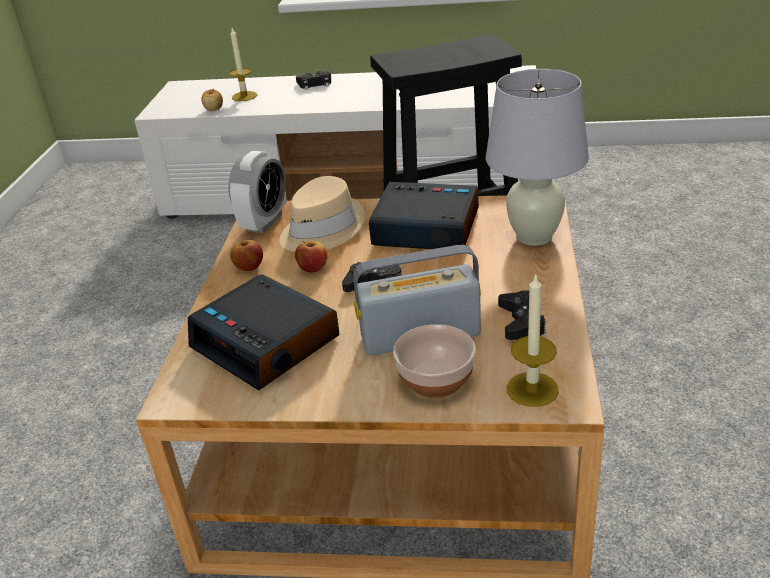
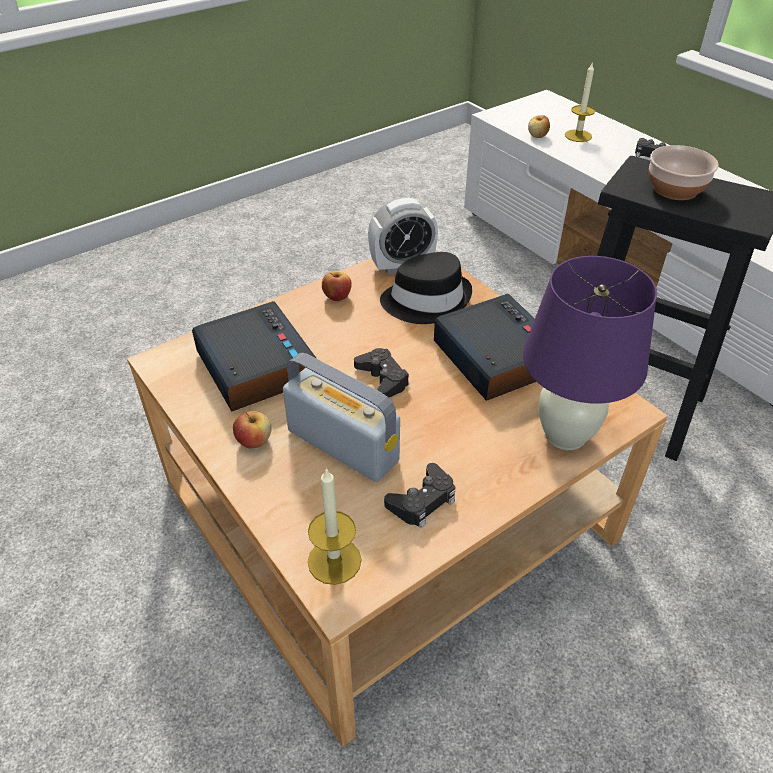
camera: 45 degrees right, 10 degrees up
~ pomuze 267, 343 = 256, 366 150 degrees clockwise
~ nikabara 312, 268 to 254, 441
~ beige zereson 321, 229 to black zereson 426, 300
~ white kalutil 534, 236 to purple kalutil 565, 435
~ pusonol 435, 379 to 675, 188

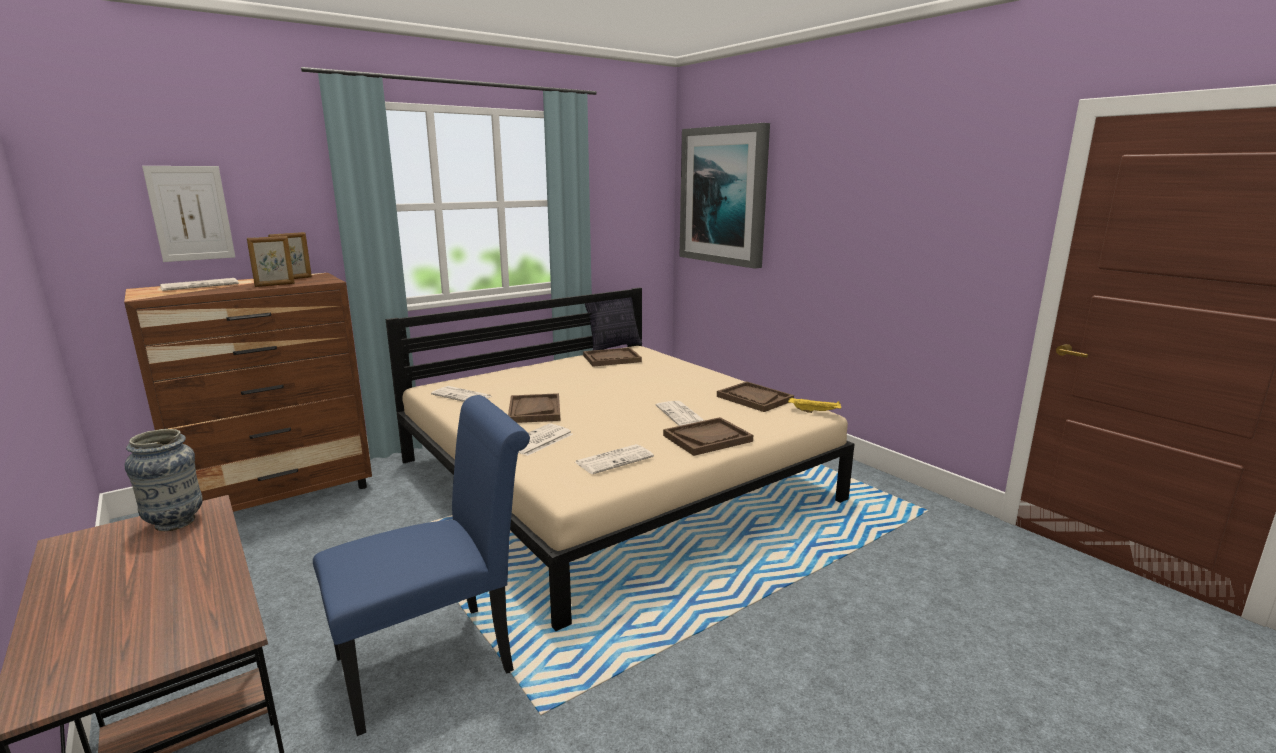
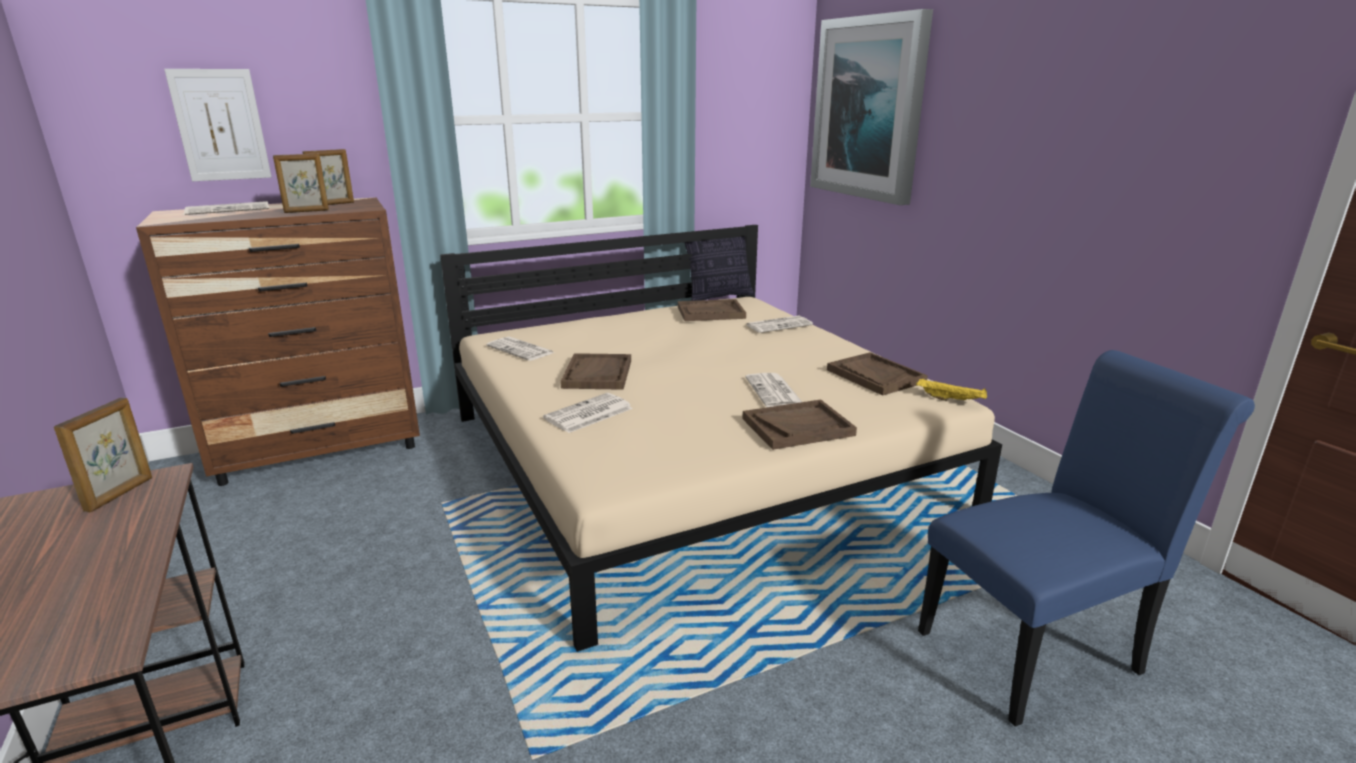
camera: 10 degrees right, 5 degrees up
~ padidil 175, 523 to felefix 120, 494
~ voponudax 614, 459 to 779, 325
~ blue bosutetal 438, 659 to 1039, 648

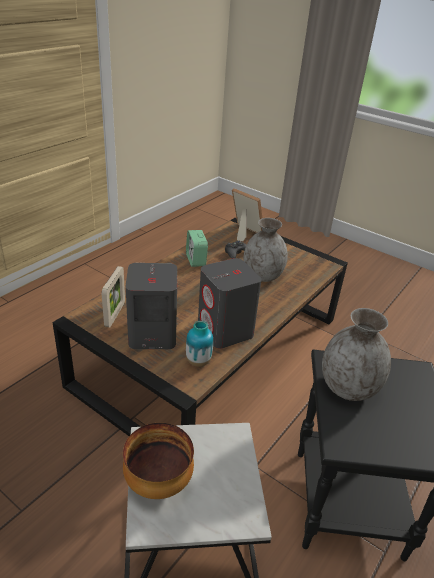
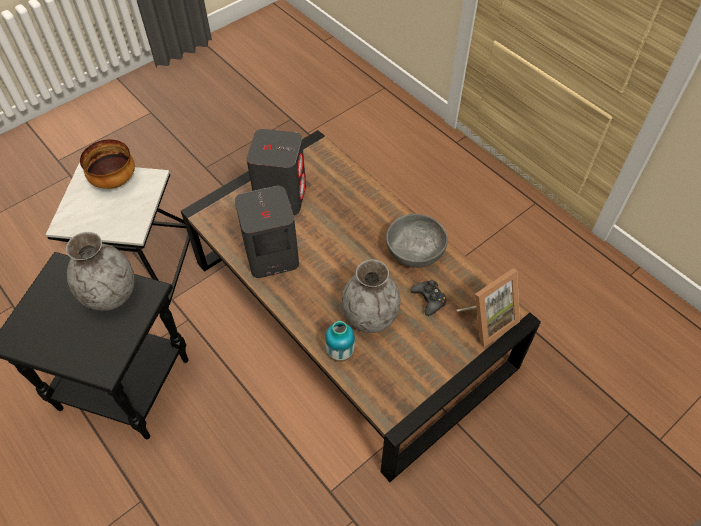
camera: 105 degrees right, 20 degrees up
~ padidil 198, 362 to 340, 353
~ pomuze 196, 260 to grey pusonol 414, 251
- felefix 115, 314

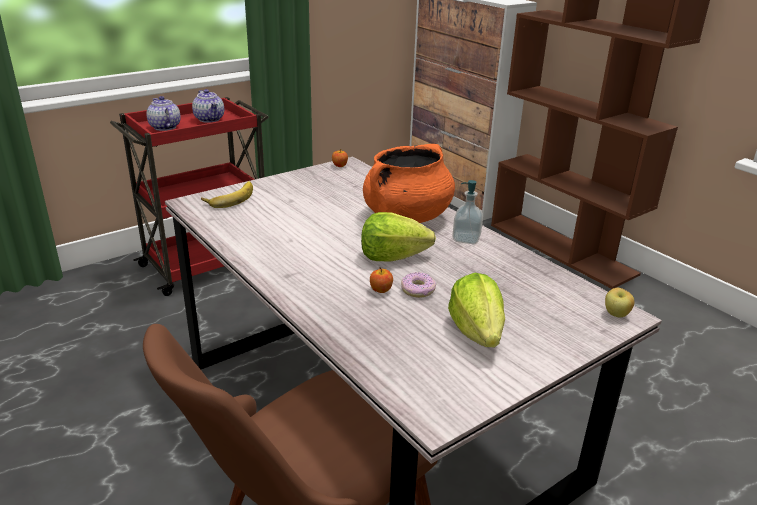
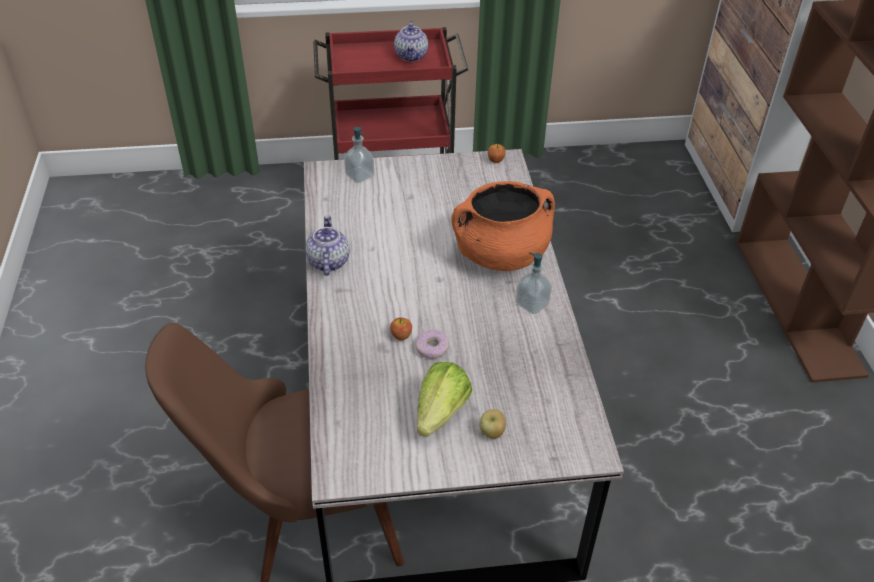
camera: 30 degrees right, 15 degrees up
~ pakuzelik 164, 127 to 328, 261
~ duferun 229, 197 to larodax 359, 175
~ nikabara 616, 314 to 492, 433
- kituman 392, 256

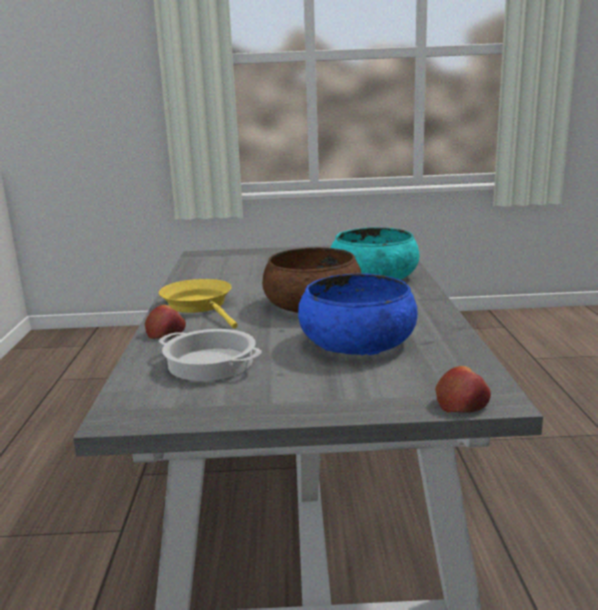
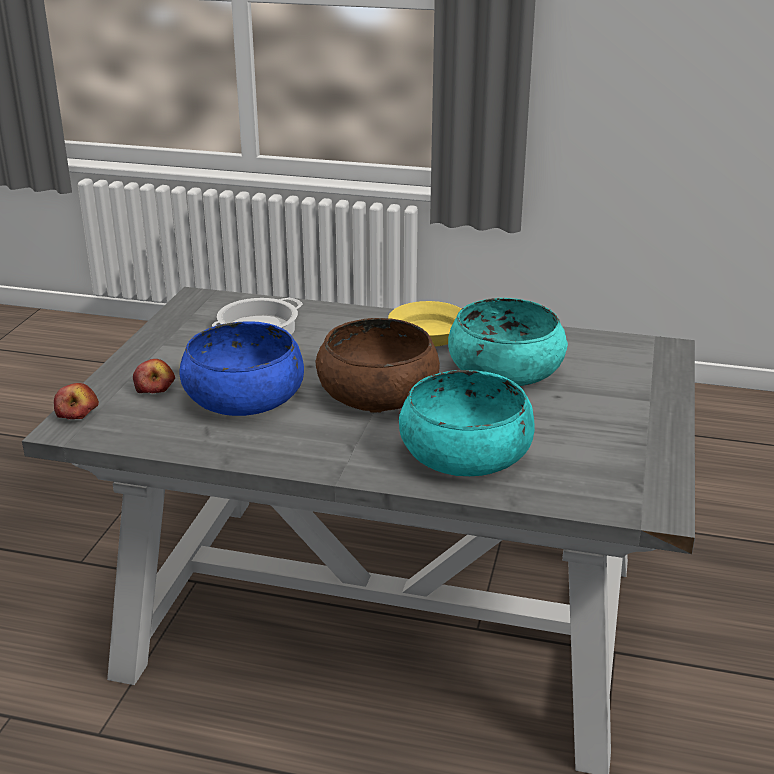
camera: 105 degrees right, 10 degrees up
~ nikabara 166, 332 to 155, 388
+ turquoise pusonol 505, 369

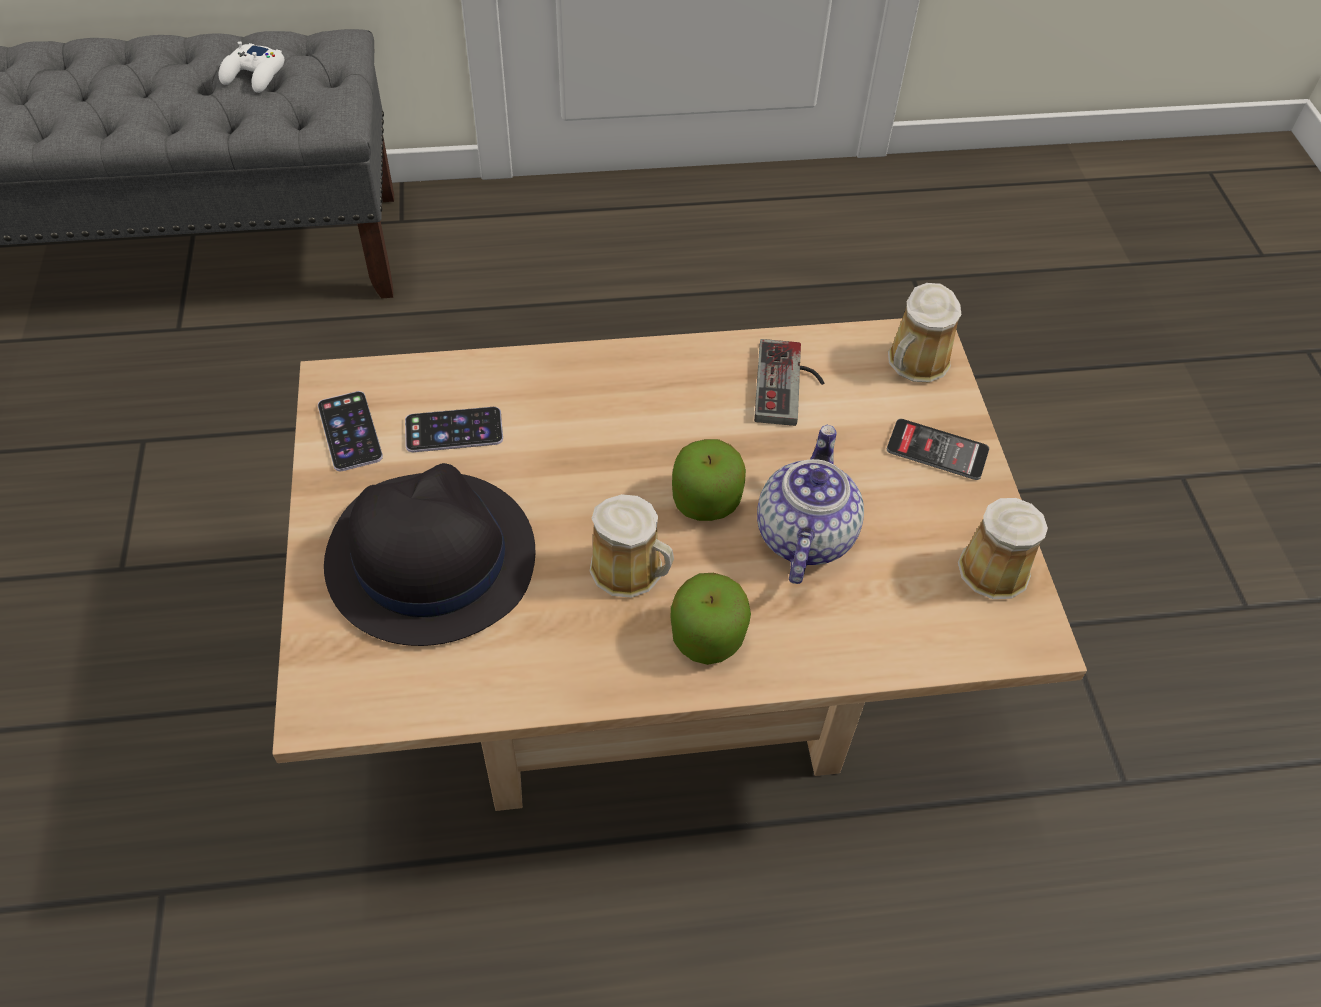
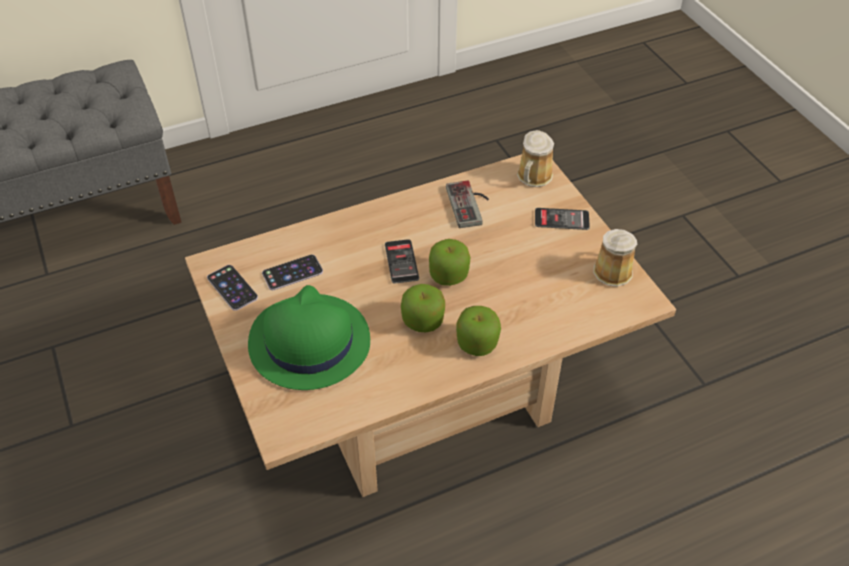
camera: 15 degrees left, 5 degrees down
~ black zereson 429, 558 to green zereson 308, 342
+ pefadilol 401, 262
~ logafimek 631, 571 to nikabara 423, 320
- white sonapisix 254, 75
- pakuzelik 803, 534

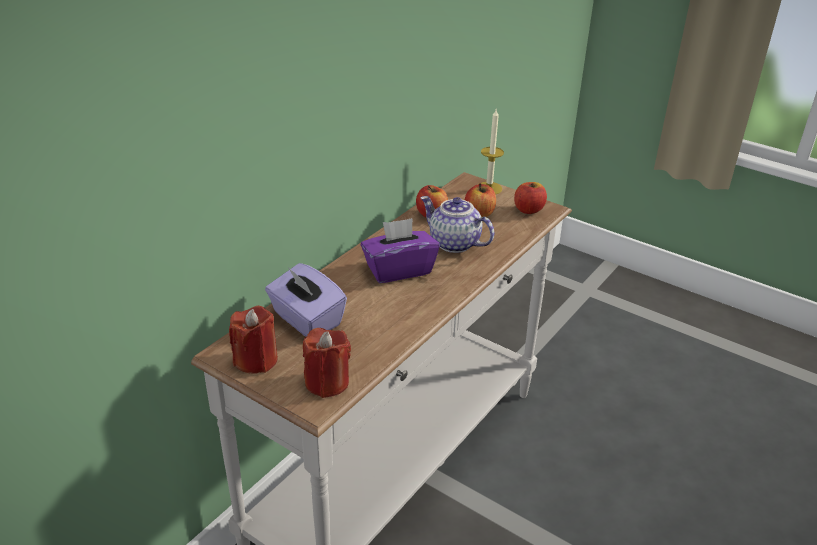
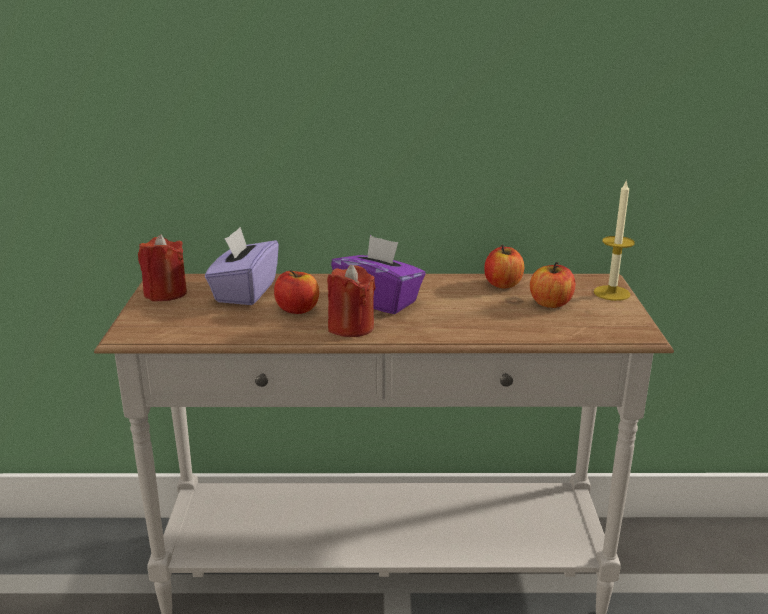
camera: 55 degrees right, 10 degrees down
~ nikabara 528, 210 to 297, 309
~ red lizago 327, 382 to 351, 327
- pakuzelik 453, 244

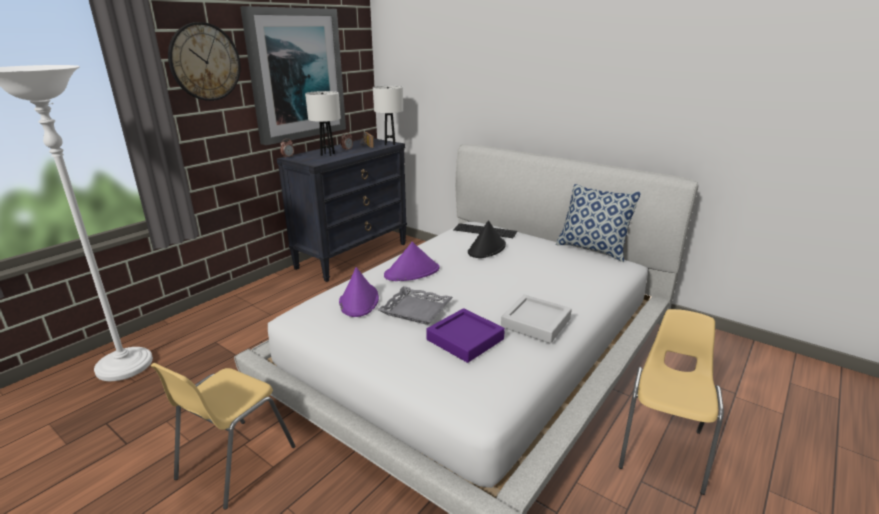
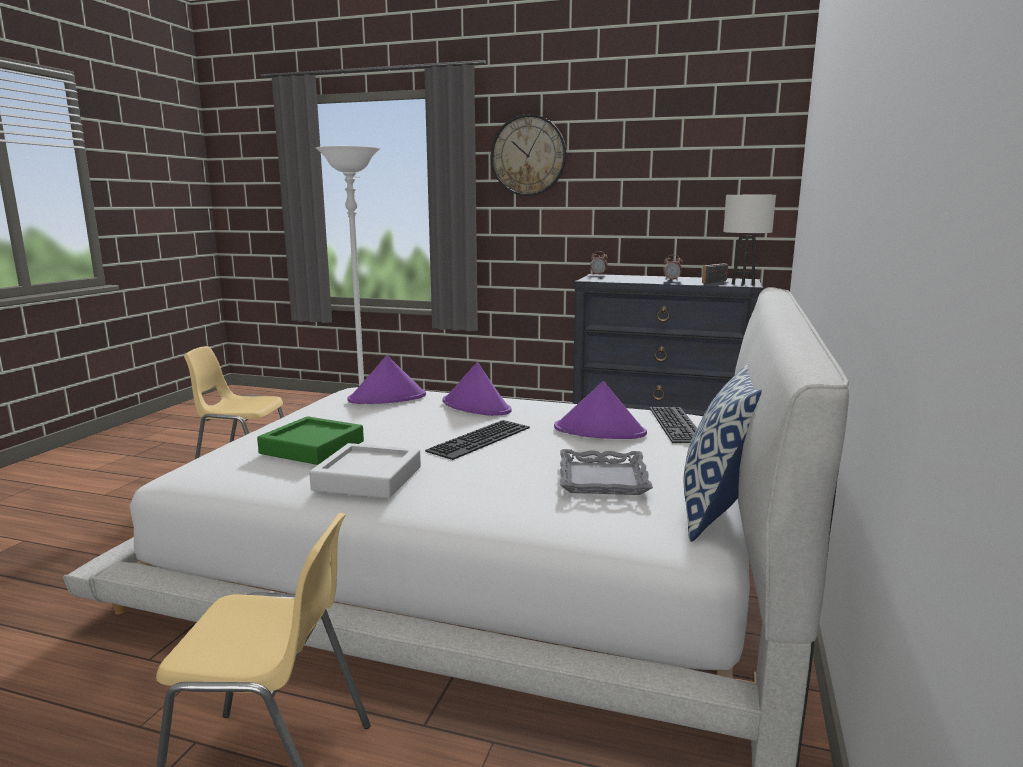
camera: 70 degrees right, 10 degrees down
~ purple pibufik 465, 339 to green pibufik 312, 447
+ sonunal 481, 440
~ black zereson 487, 249 to purple zereson 600, 431
~ grey pibufik 415, 310 to 602, 479
- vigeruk 296, 74
- white kalutil 327, 154

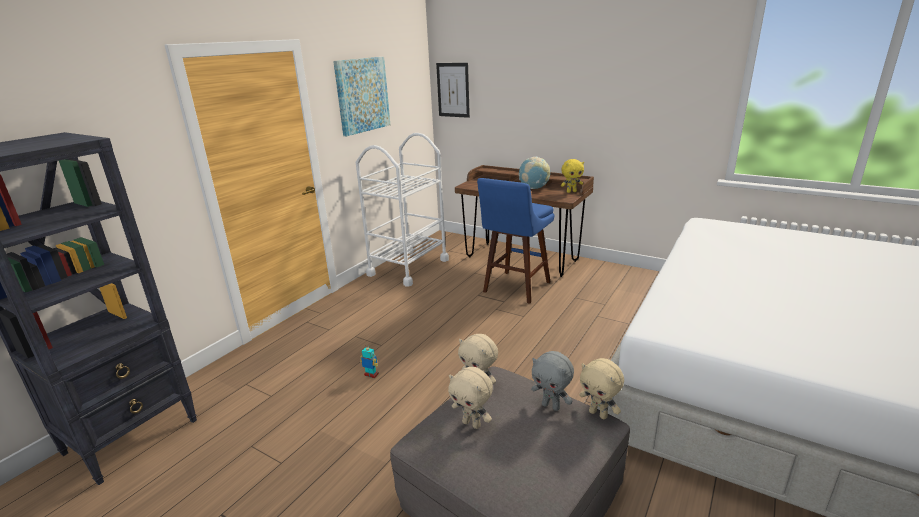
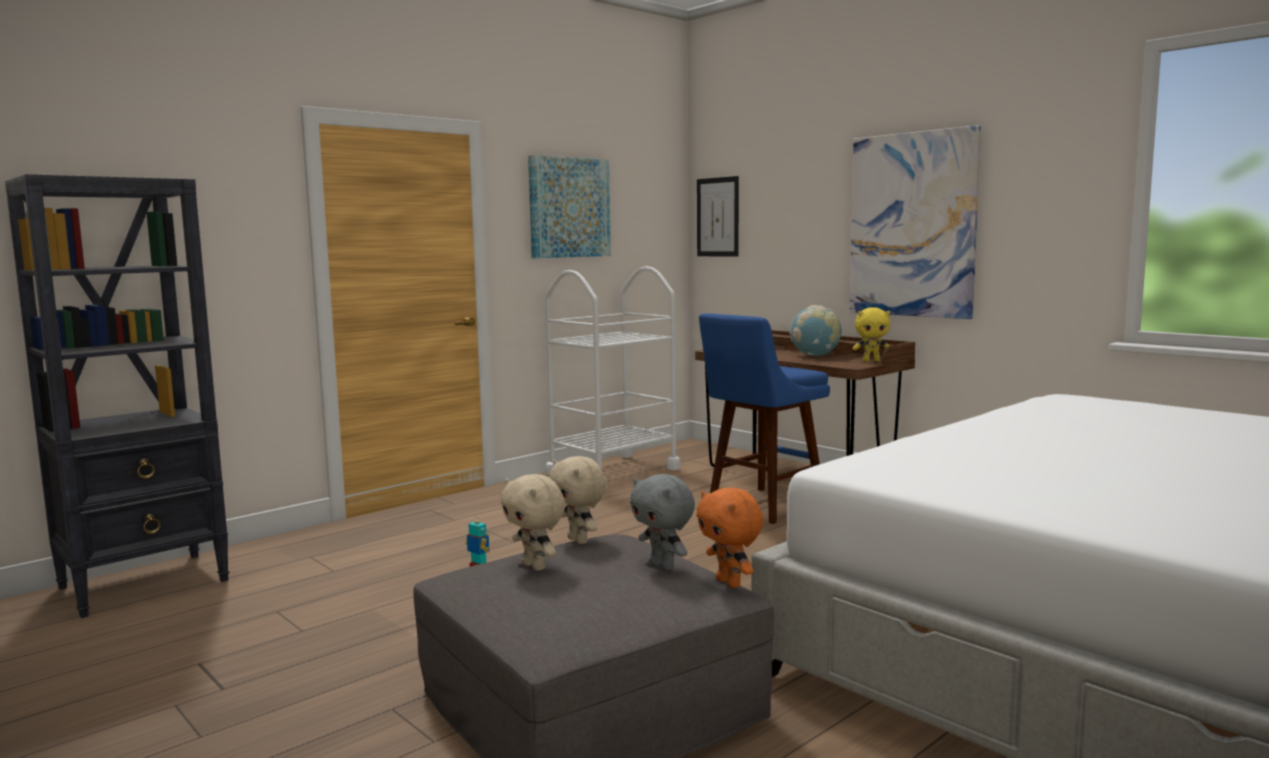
camera: 15 degrees right, 15 degrees down
~ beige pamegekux 599, 414 to orange pamegekux 730, 583
+ vigeruk 912, 225

